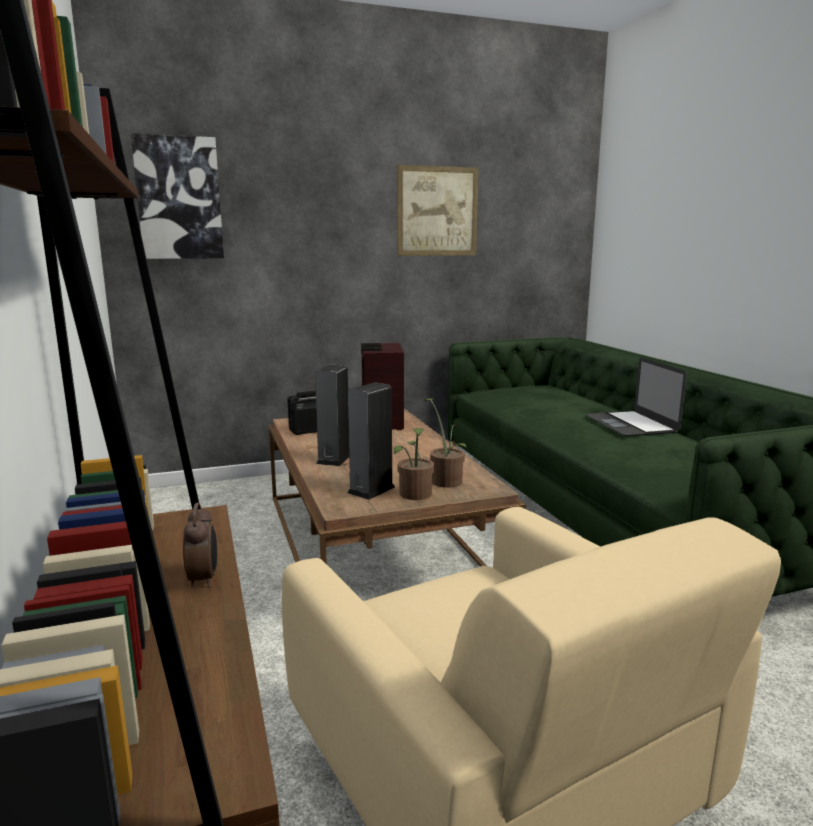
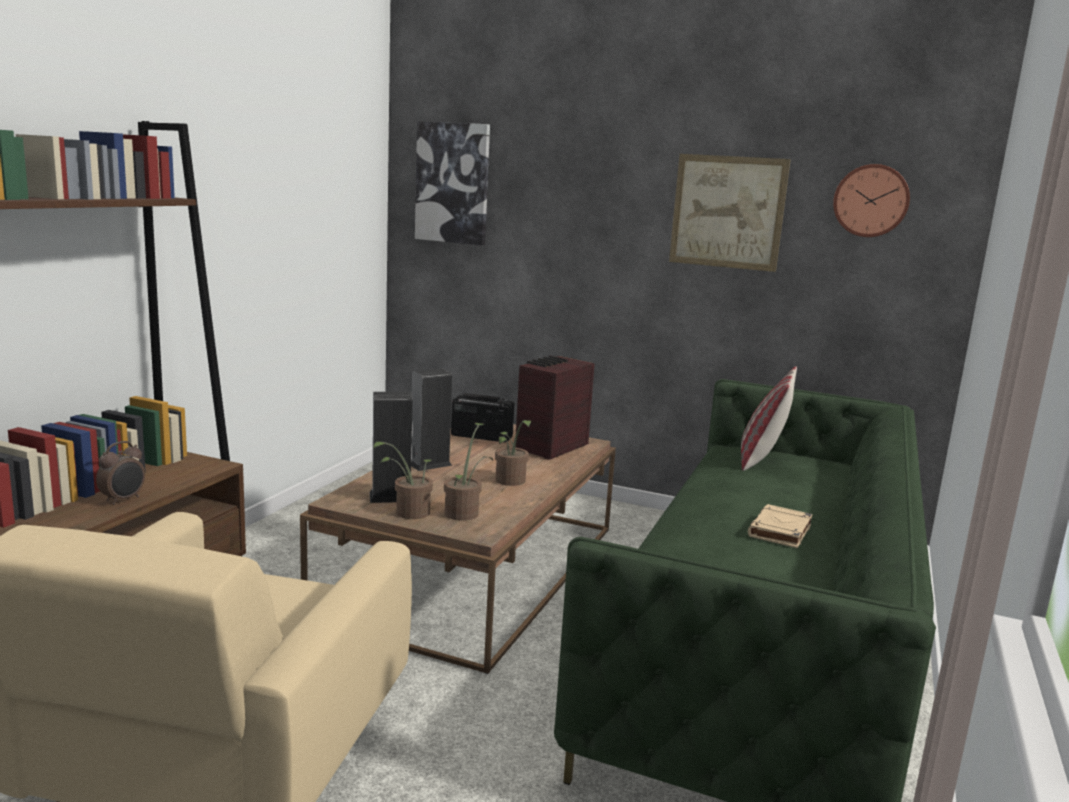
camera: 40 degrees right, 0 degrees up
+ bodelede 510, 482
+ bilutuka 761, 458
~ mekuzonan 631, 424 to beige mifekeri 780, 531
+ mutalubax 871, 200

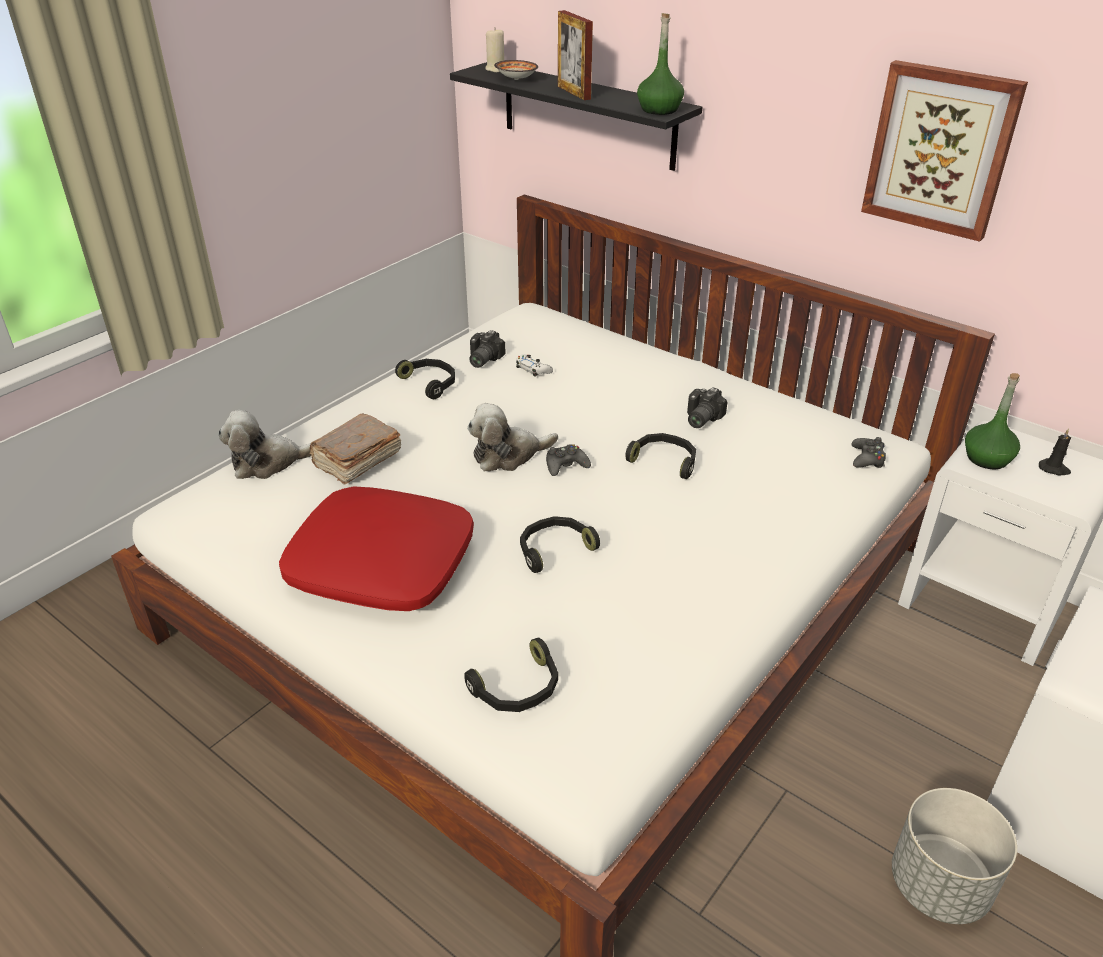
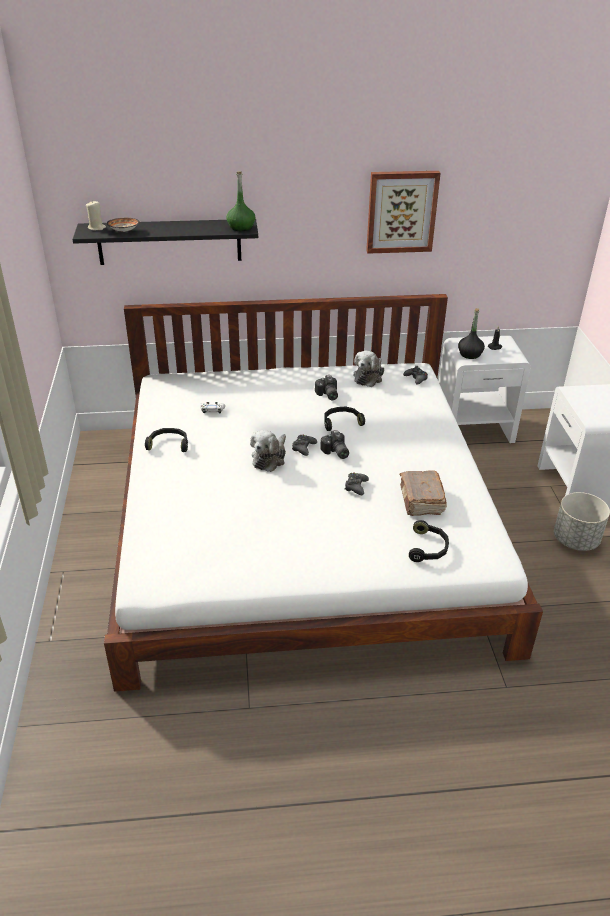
camera: 45 degrees left, 0 degrees up
~ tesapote 482, 359 to 335, 452
~ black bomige 554, 549 to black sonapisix 356, 486
~ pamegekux 268, 462 to 369, 377
~ brown mifekeri 356, 461 to 421, 501
~ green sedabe 987, 458 to black sedabe 470, 354
- red bilutuka 382, 563
- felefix 574, 92

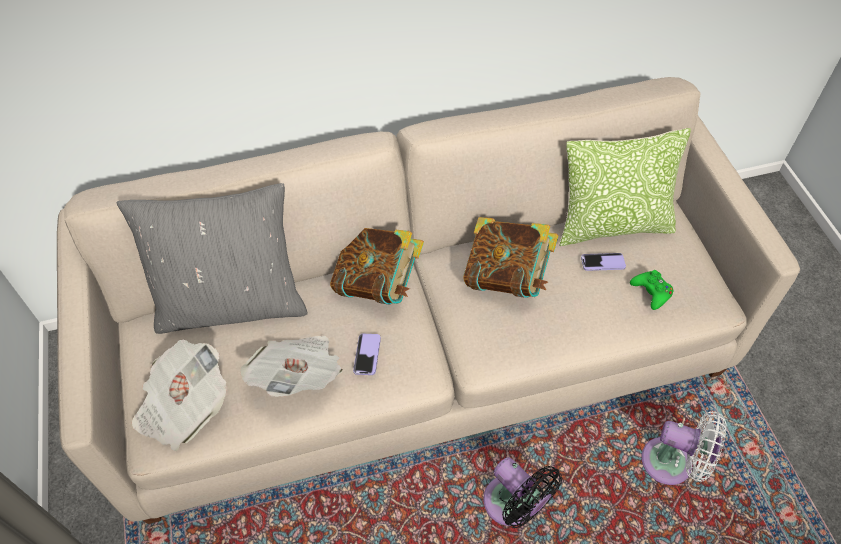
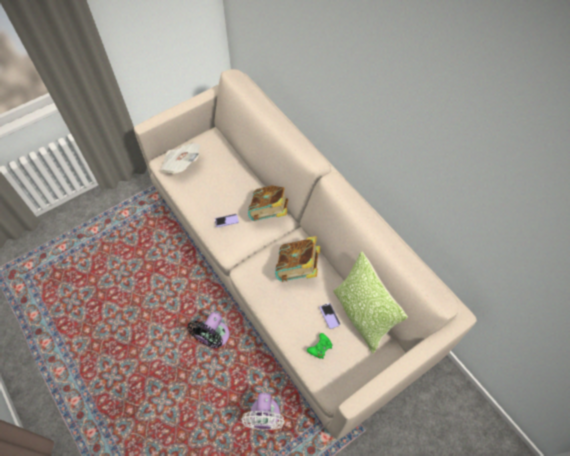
camera: 70 degrees right, 5 degrees up
- grey bilutuka 232, 303
- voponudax 298, 375

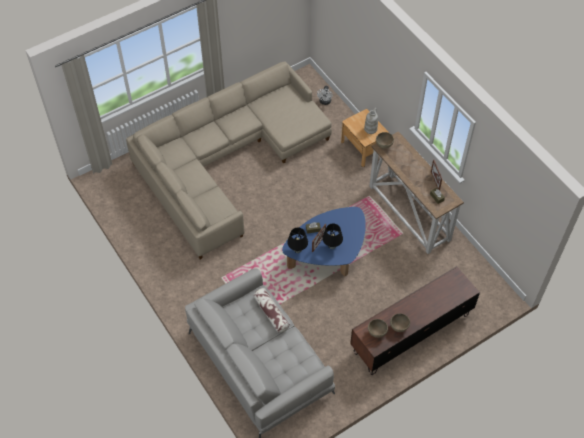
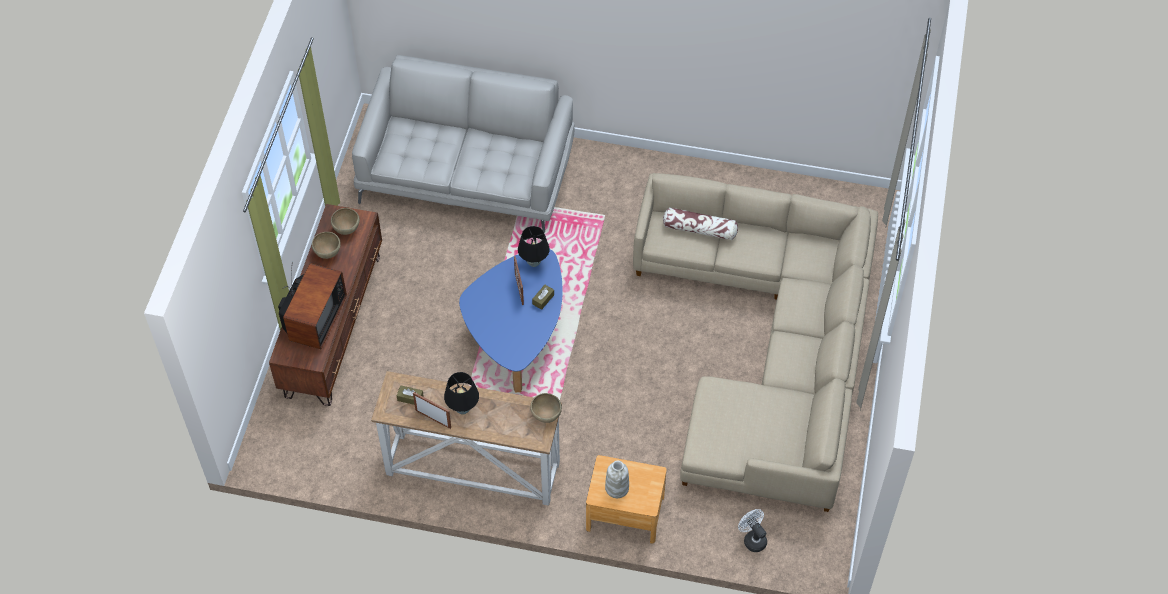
camera: 135 degrees right, 0 degrees up
+ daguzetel 313, 320
~ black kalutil 331, 246 to 463, 409
~ bilutuka 271, 313 to 700, 229

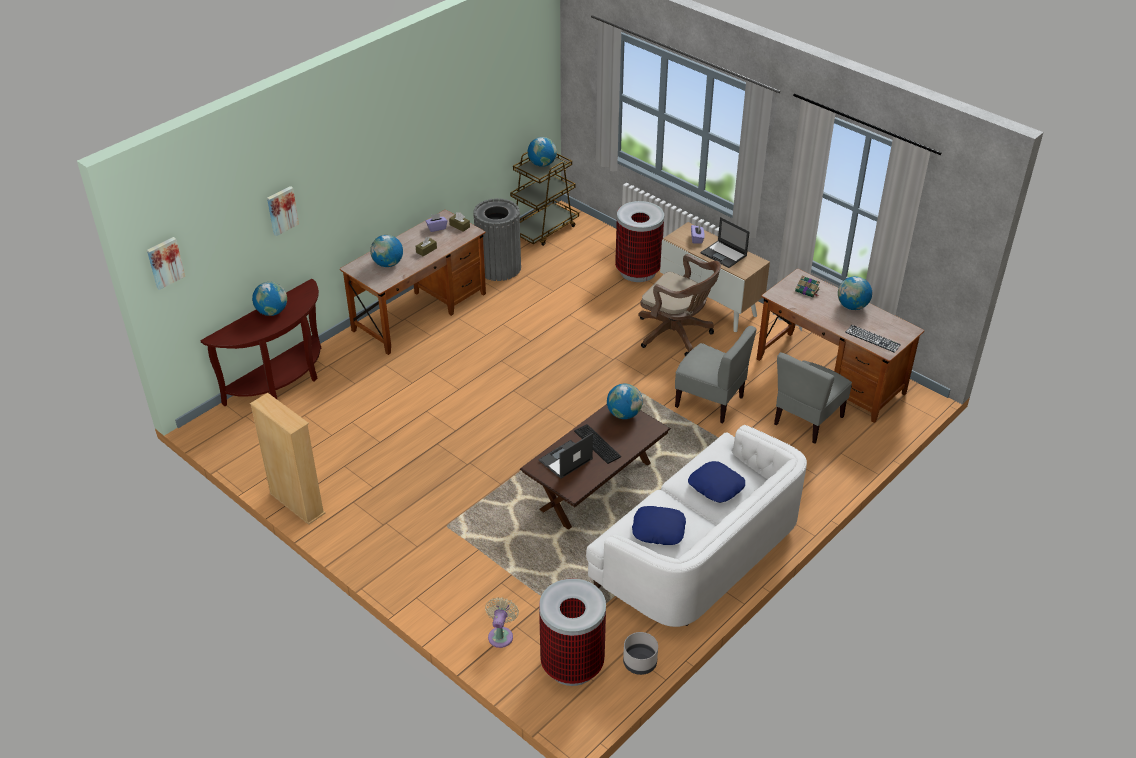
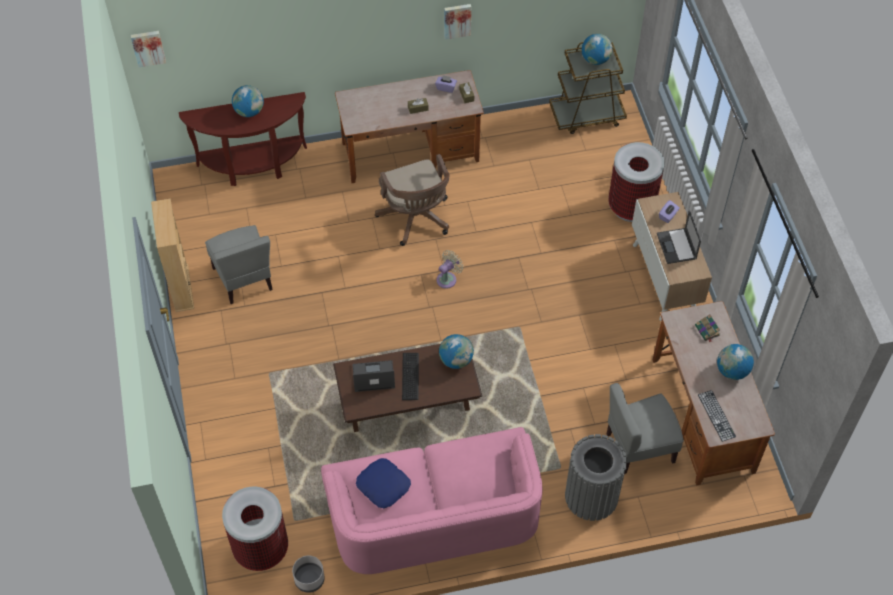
camera: 35 degrees right, 15 degrees up
~ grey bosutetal 710, 401 to 244, 278
~ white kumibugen 698, 553 to pink kumibugen 434, 516
~ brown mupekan 677, 335 to 416, 219
~ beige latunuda 501, 635 to 448, 278
~ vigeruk 281, 210 to 457, 20
~ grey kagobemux 499, 267 to 591, 496
- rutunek 388, 264
- blue bilutuka 716, 486

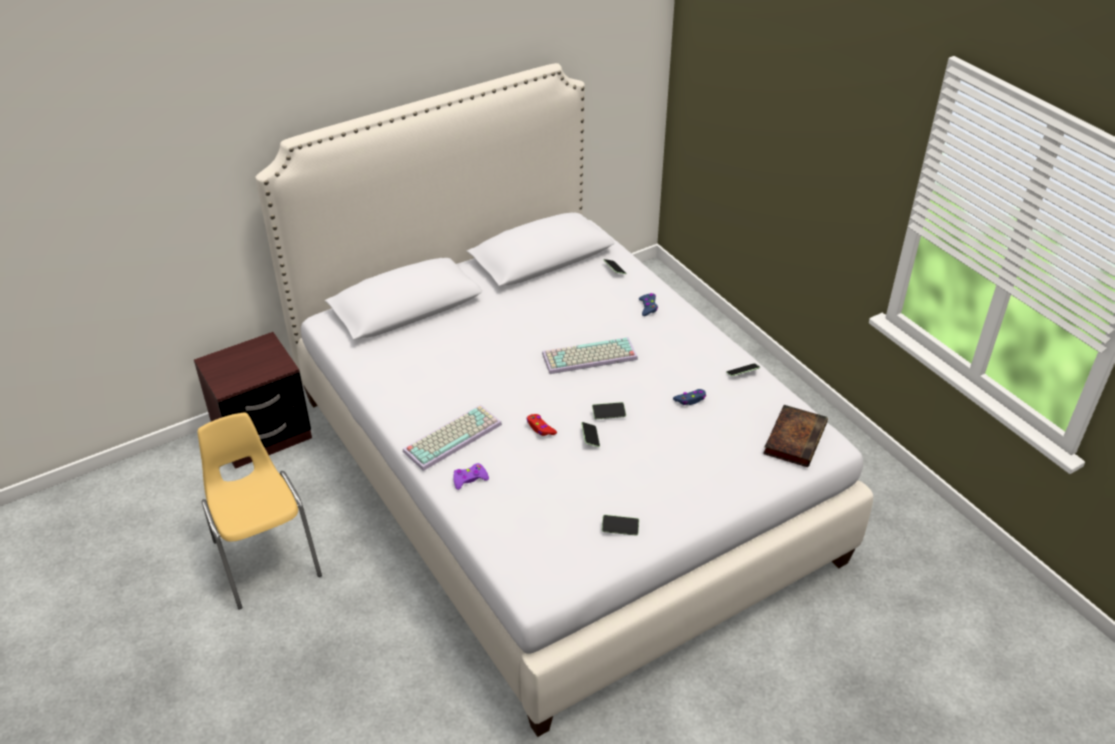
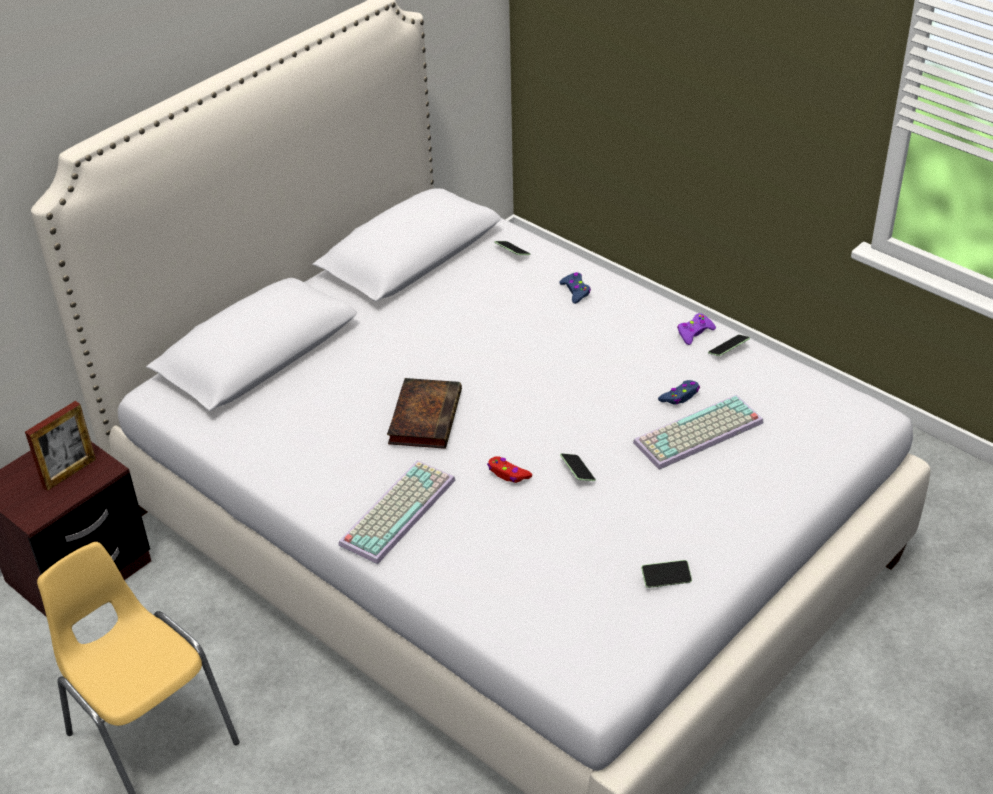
camera: 15 degrees left, 0 degrees up
+ felefix 69, 473
~ mifekeri 794, 438 to 425, 416
~ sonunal 589, 358 to 698, 435
~ purple sonapisix 469, 479 to 694, 333
- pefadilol 608, 414

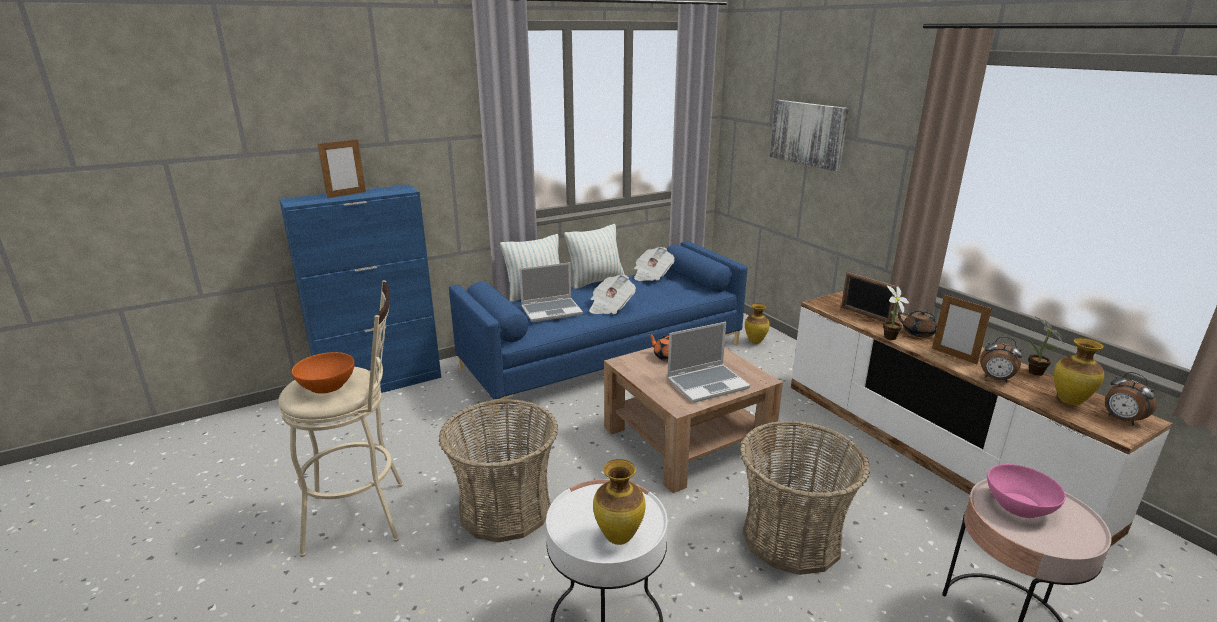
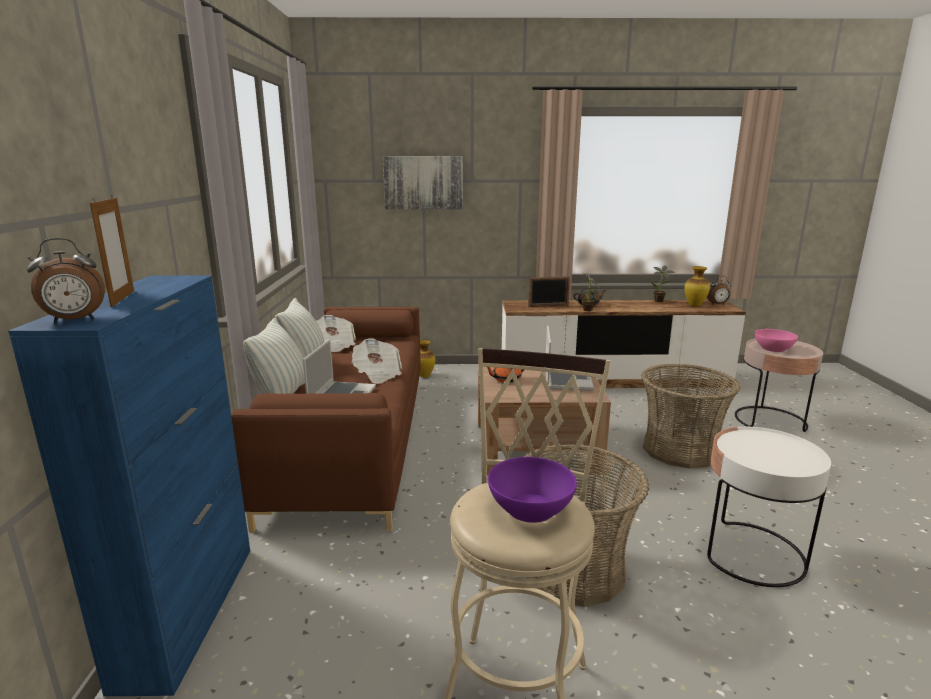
camera: 60 degrees left, 5 degrees down
~ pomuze 995, 379 to 74, 321
~ blue kumibugen 604, 355 to brown kumibugen 354, 438
~ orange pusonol 327, 385 to purple pusonol 531, 508
- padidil 617, 538
- felefix 954, 356

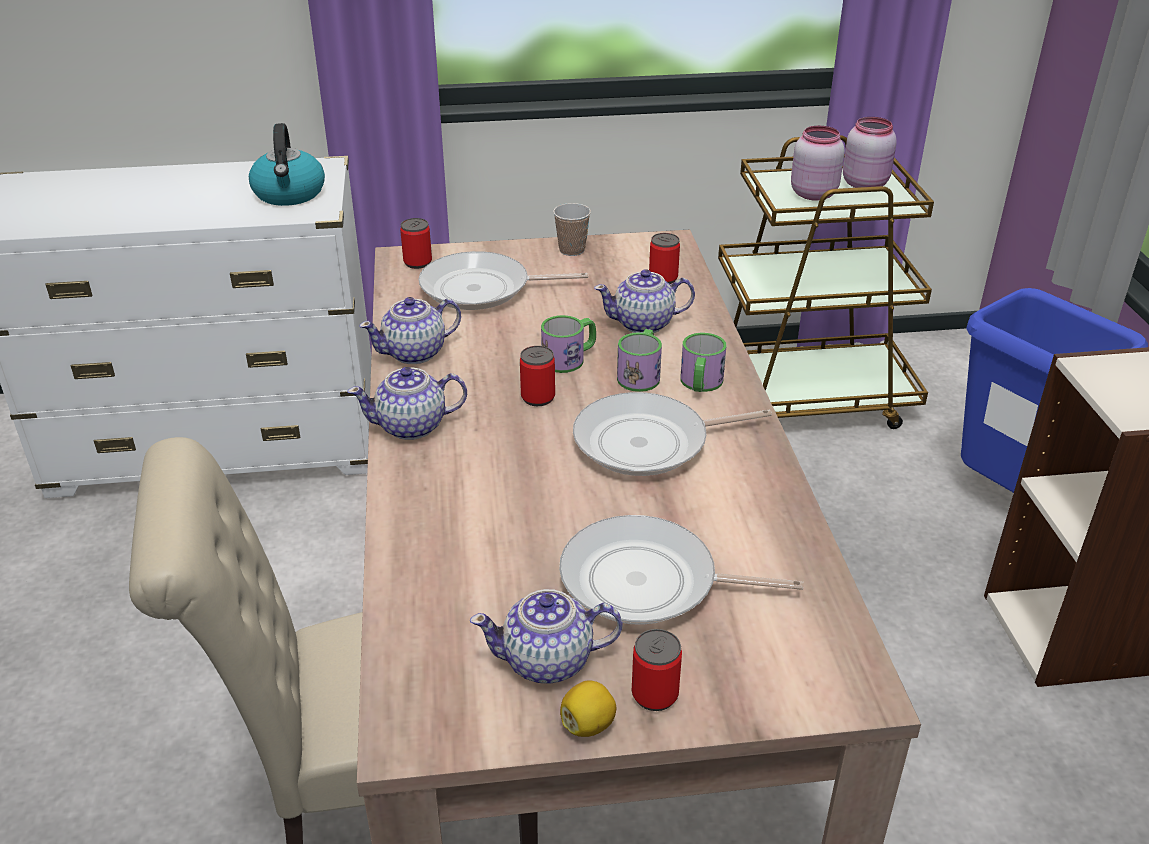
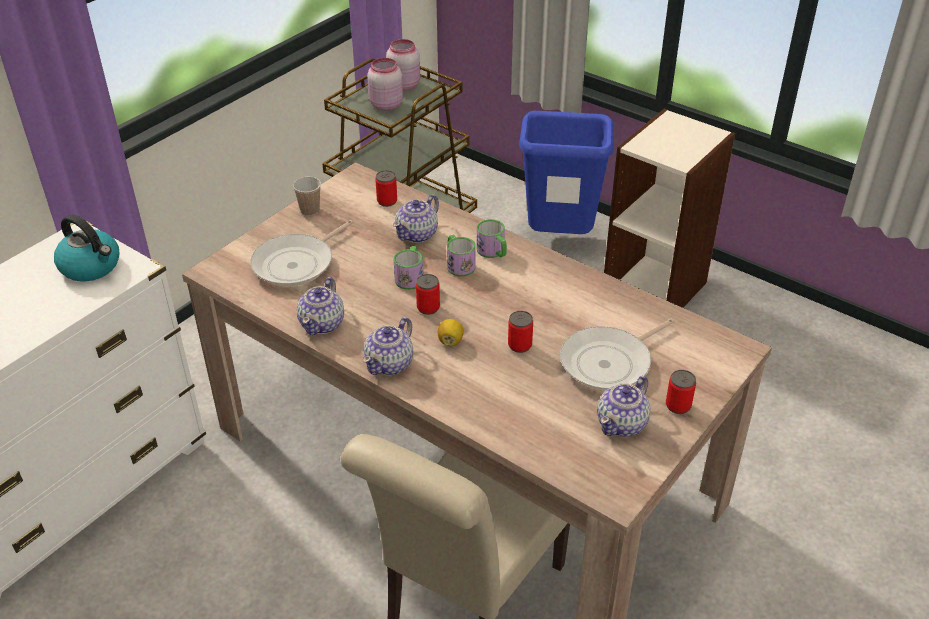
camera: 45 degrees left, 5 degrees up
~ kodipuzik 588, 724 to 450, 341
~ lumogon 417, 262 to 519, 345
- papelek 648, 443

